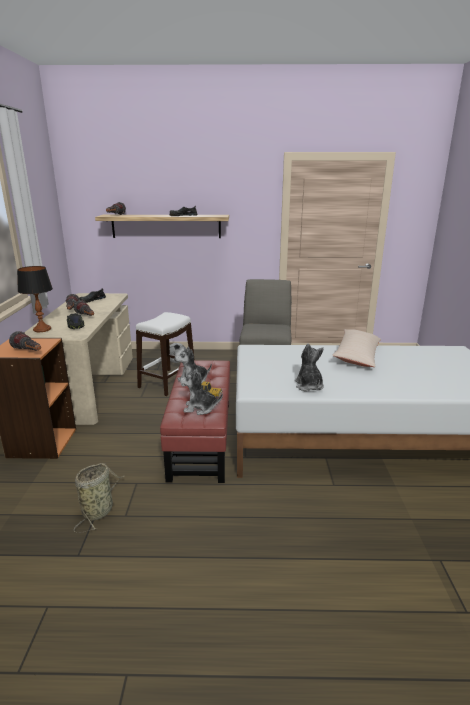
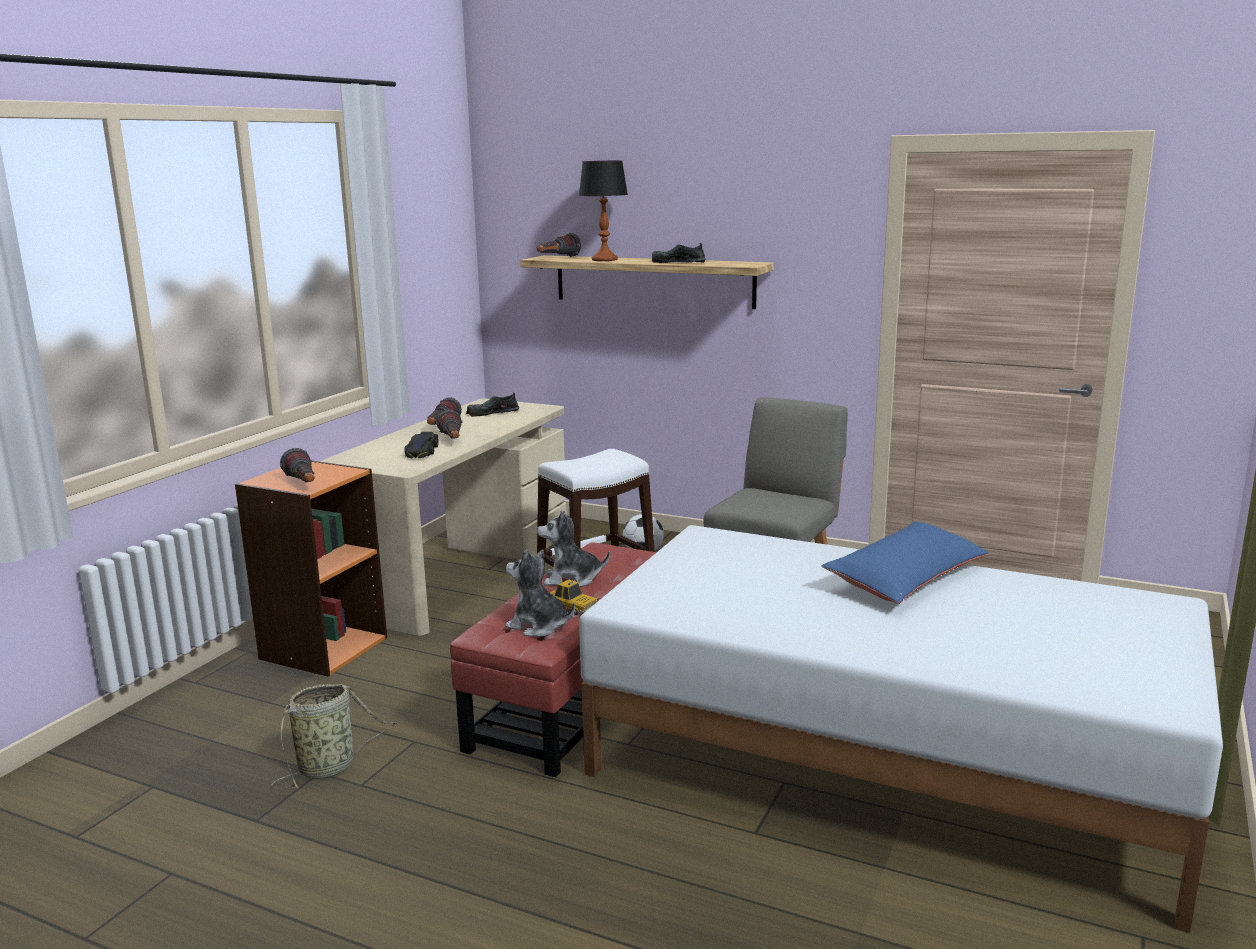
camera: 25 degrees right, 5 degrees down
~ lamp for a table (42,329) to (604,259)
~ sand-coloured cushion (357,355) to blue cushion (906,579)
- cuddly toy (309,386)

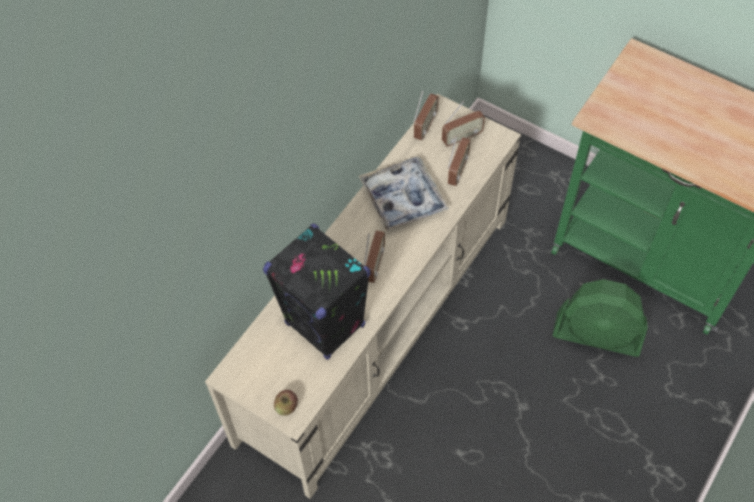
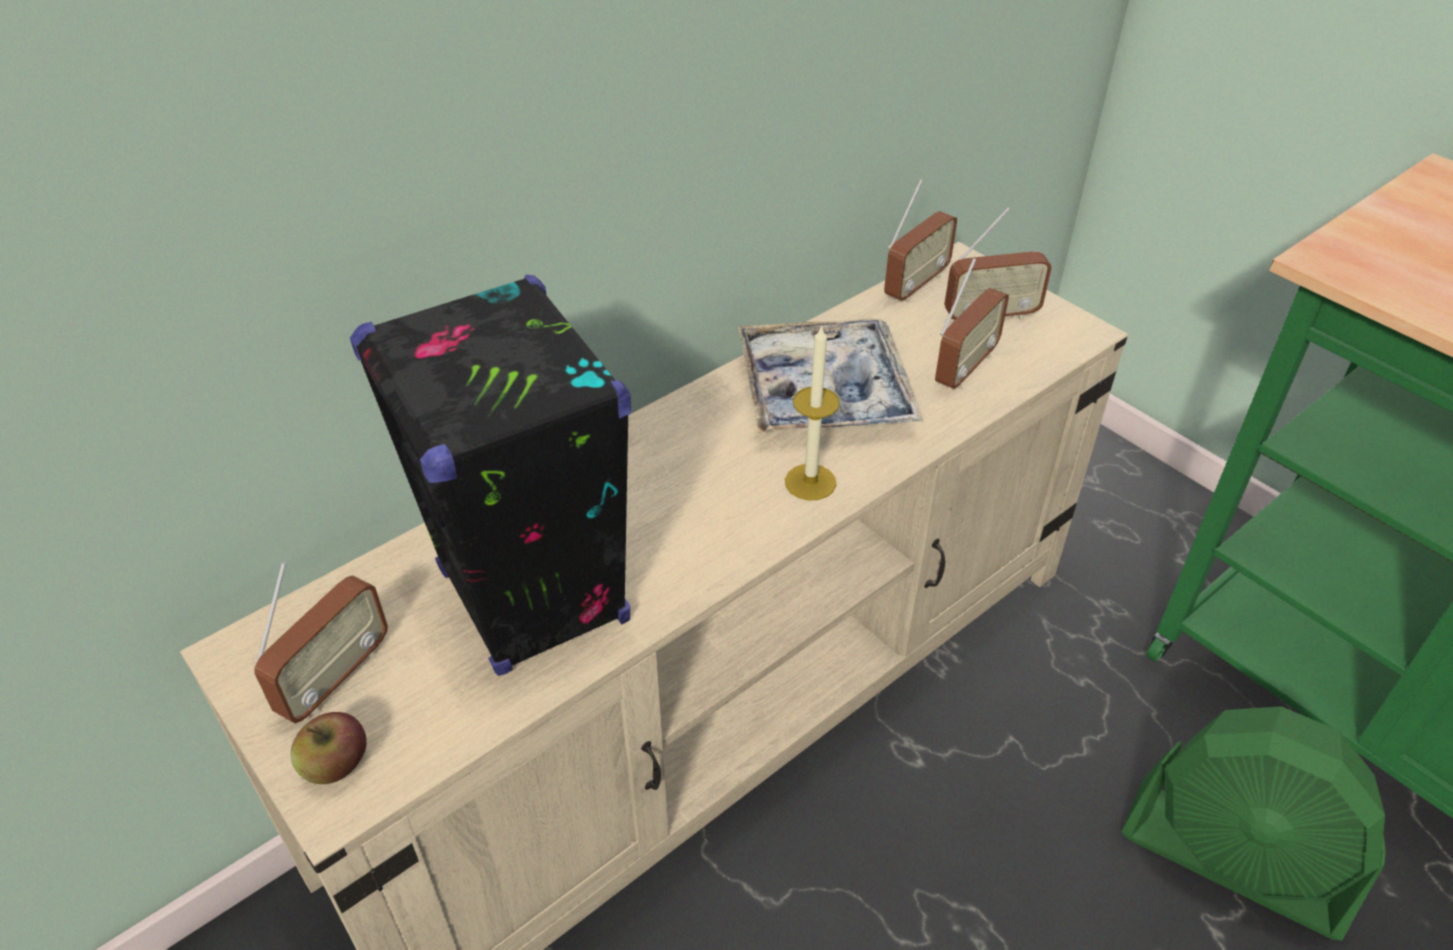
camera: 15 degrees right, 15 degrees down
~ radio set (374,265) to (335,679)
+ wax light (810,482)

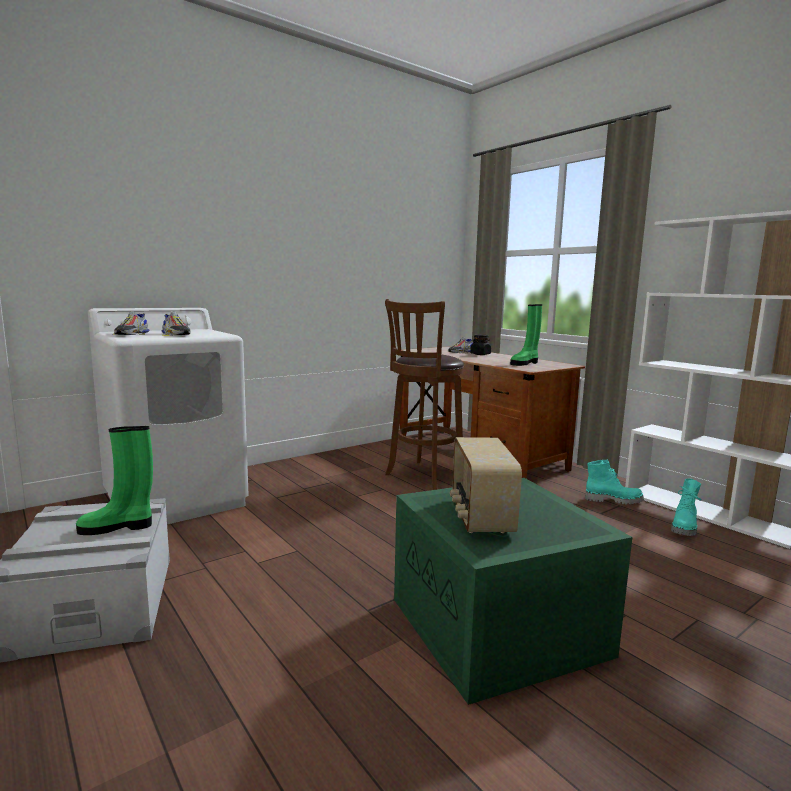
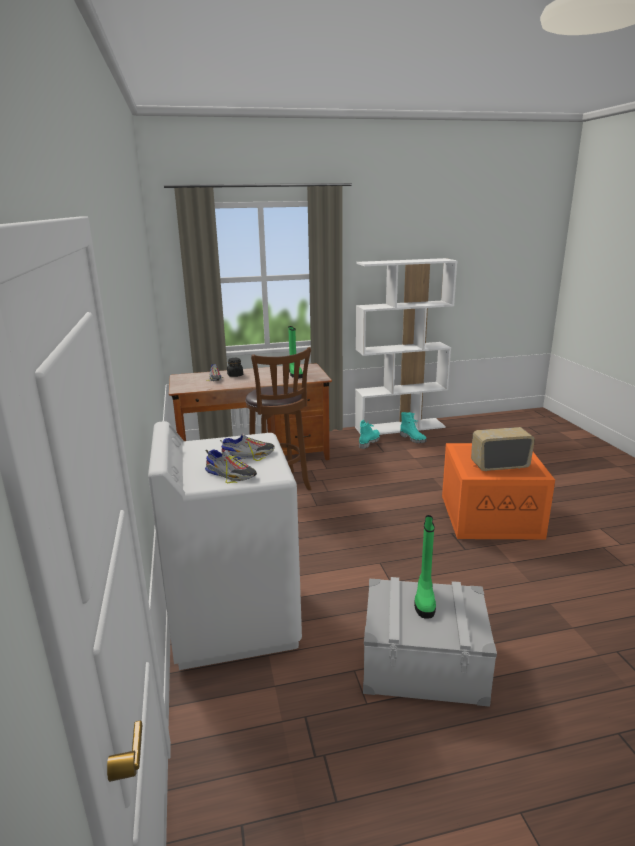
camera: 65 degrees left, 10 degrees up
~ green-coloured storage bin (501,627) to orangey storage bin (491,515)
~ radio set (480,517) = (499,466) 150 degrees clockwise

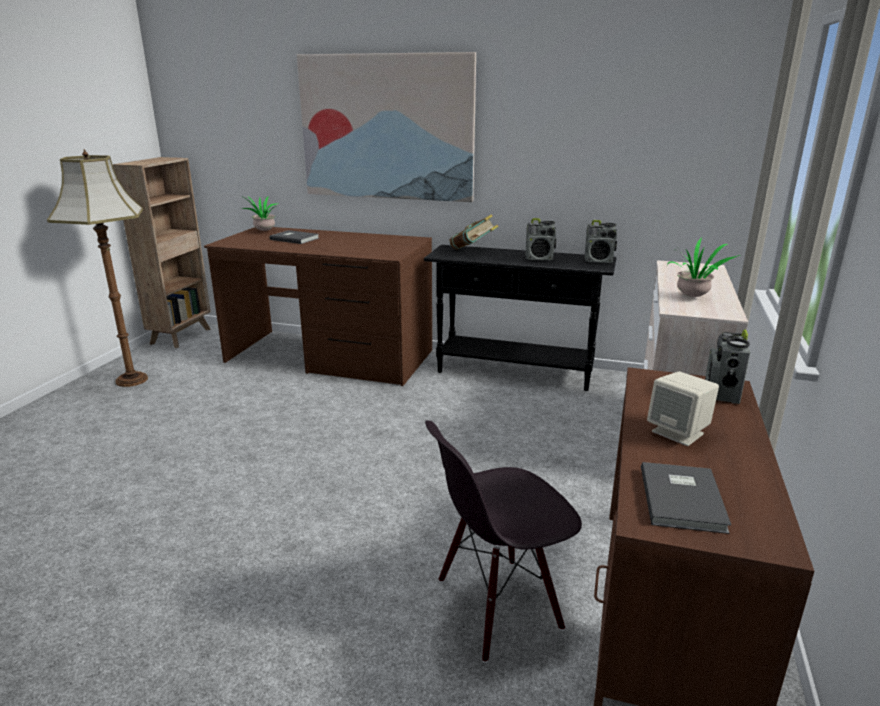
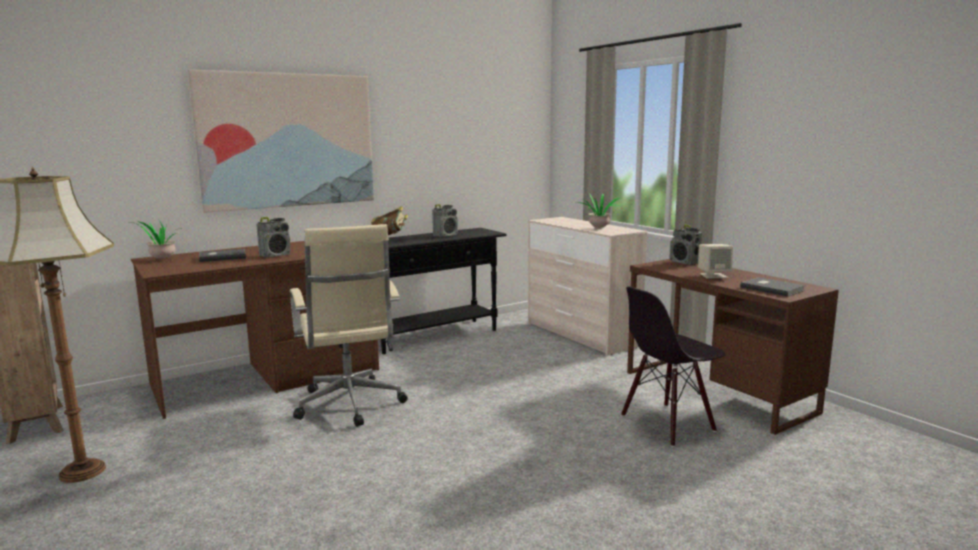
camera: 50 degrees left, 10 degrees down
~ radio set (599,261) to (276,255)
+ sand-coloured office chair (350,406)
~ black-coloured chair (498,606) = (667,424) 45 degrees clockwise

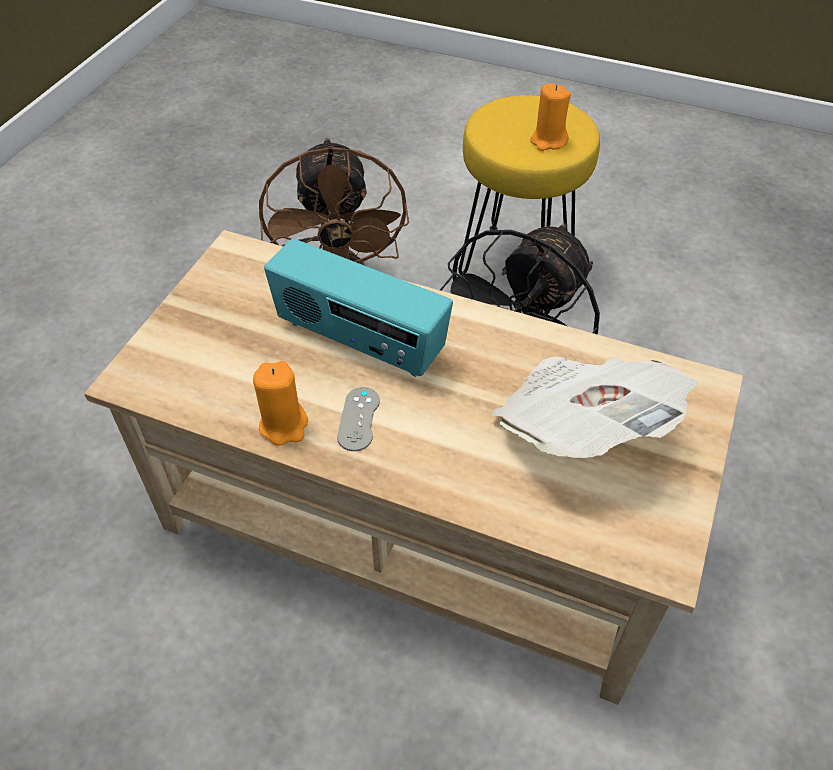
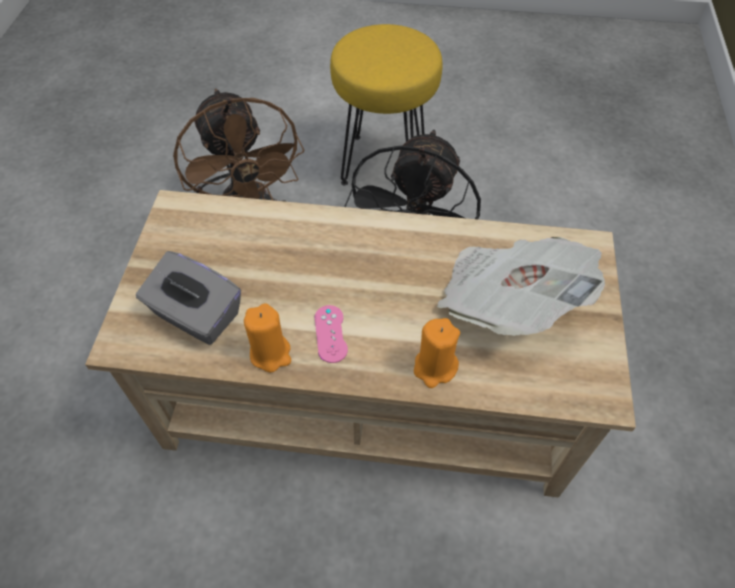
camera: 15 degrees left, 5 degrees up
+ greyish box of tissues (196,316)
~ greyish joypad (359,419) to pink joypad (331,334)
~ orangey wax light (548,141) to (434,367)
- radio set (359,341)

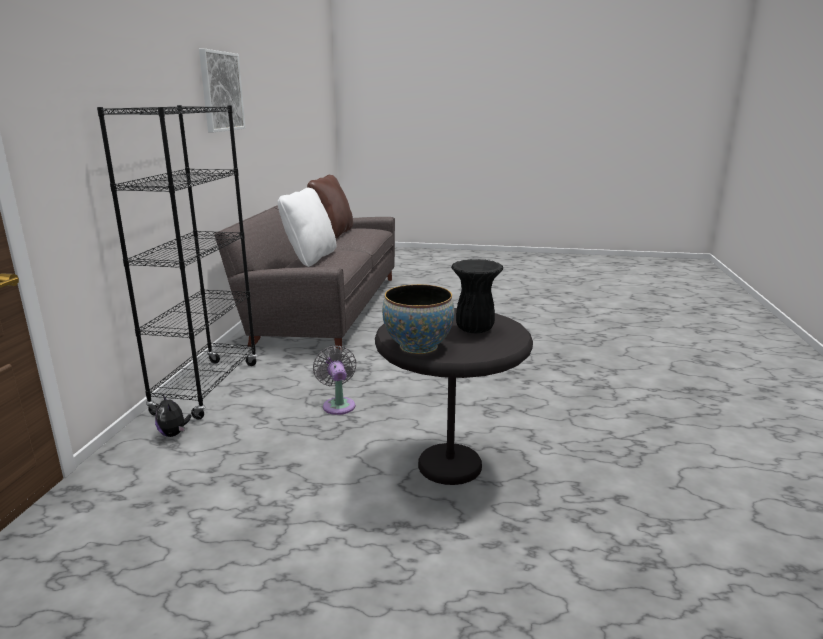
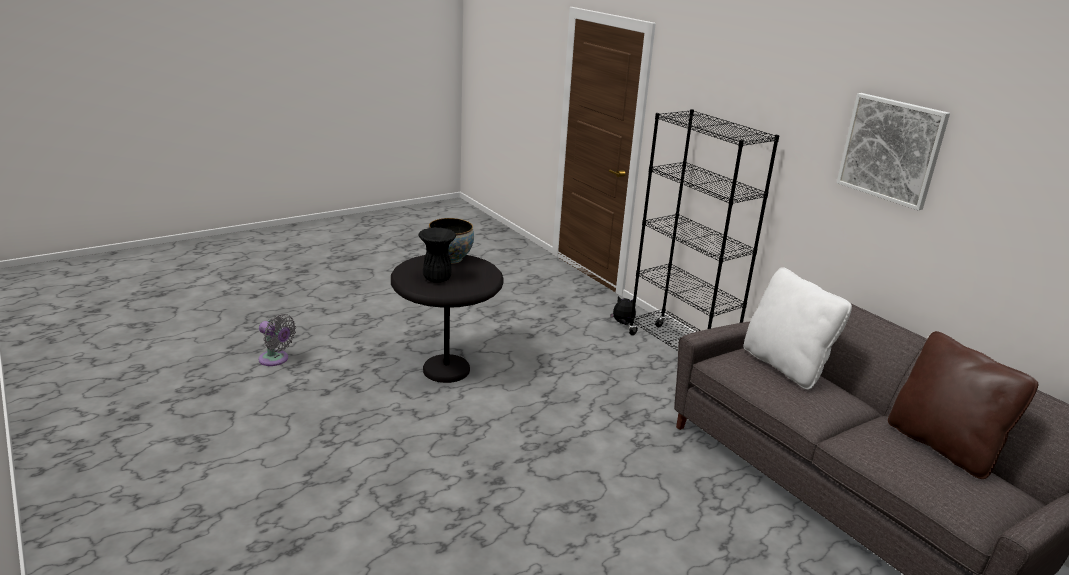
camera: 135 degrees right, 5 degrees up
~ greyish cooling fan (338,404) to (276,360)

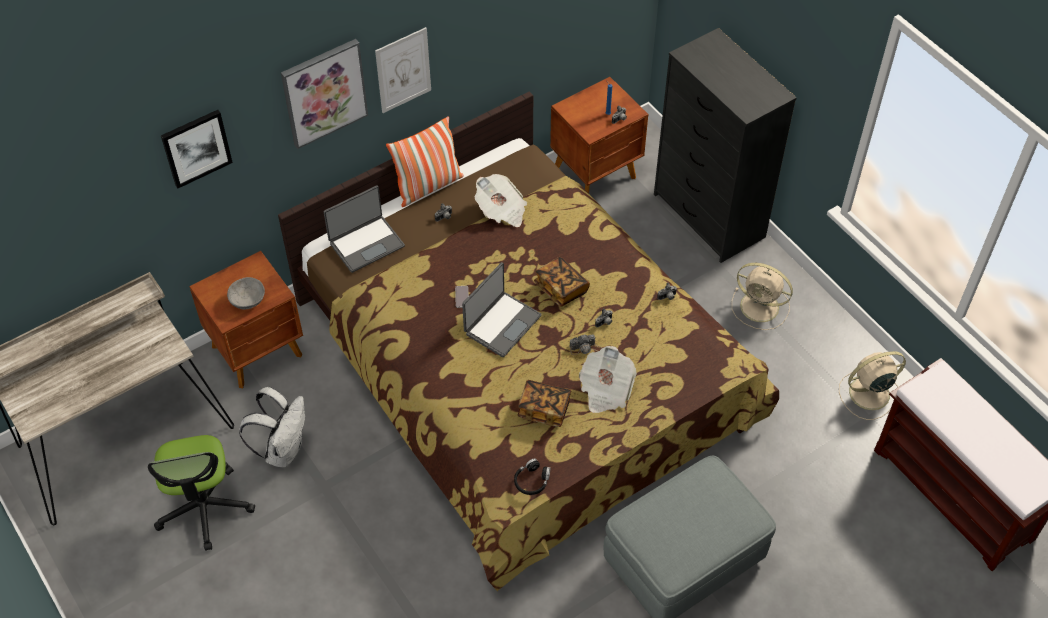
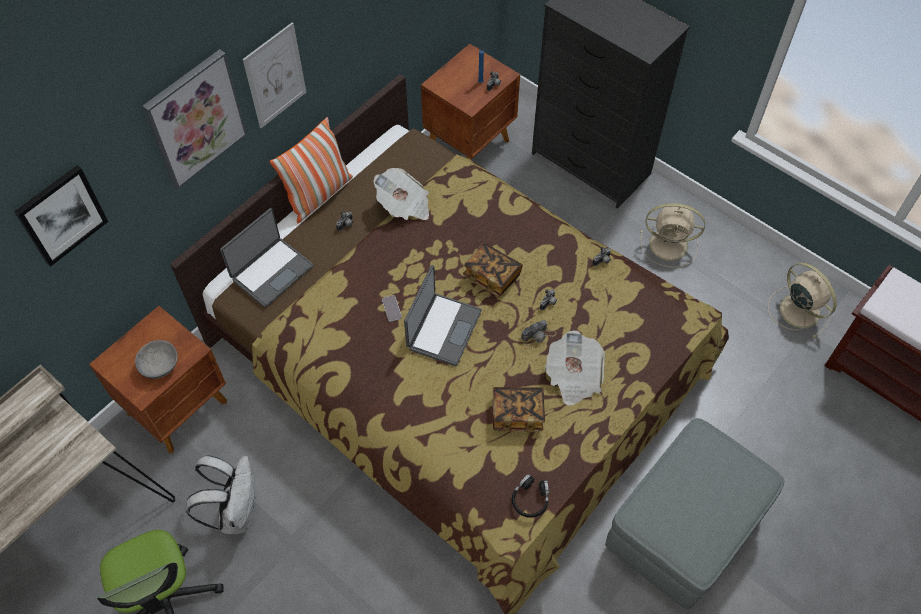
camera: 15 degrees left, 5 degrees up
~ sand-coloured cooling fan (867,393) = (798,309) 90 degrees clockwise

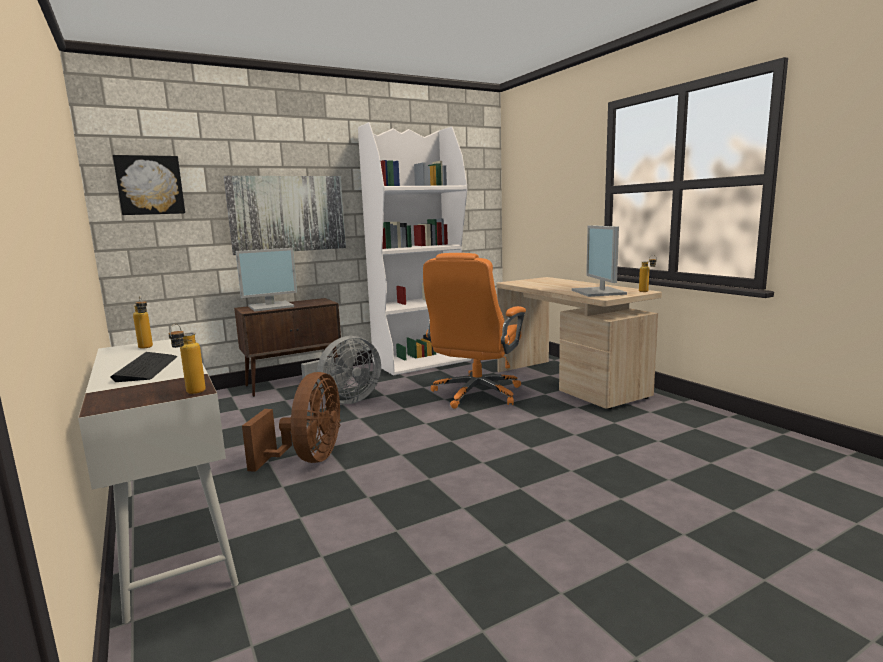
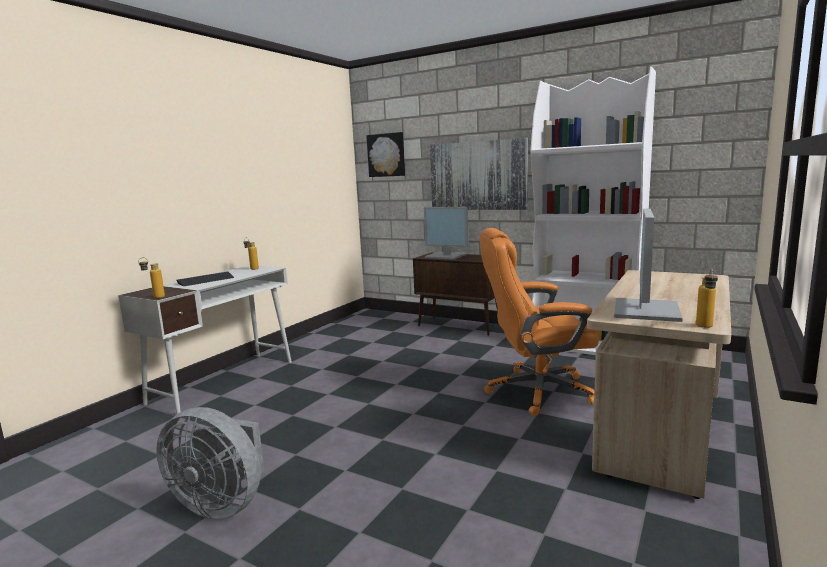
camera: 60 degrees right, 0 degrees up
~ greyish cooling fan (345,401) to (222,504)
~ computer screen (599,292) = (645,310) 150 degrees clockwise
- brown-coloured cooling fan (308,459)

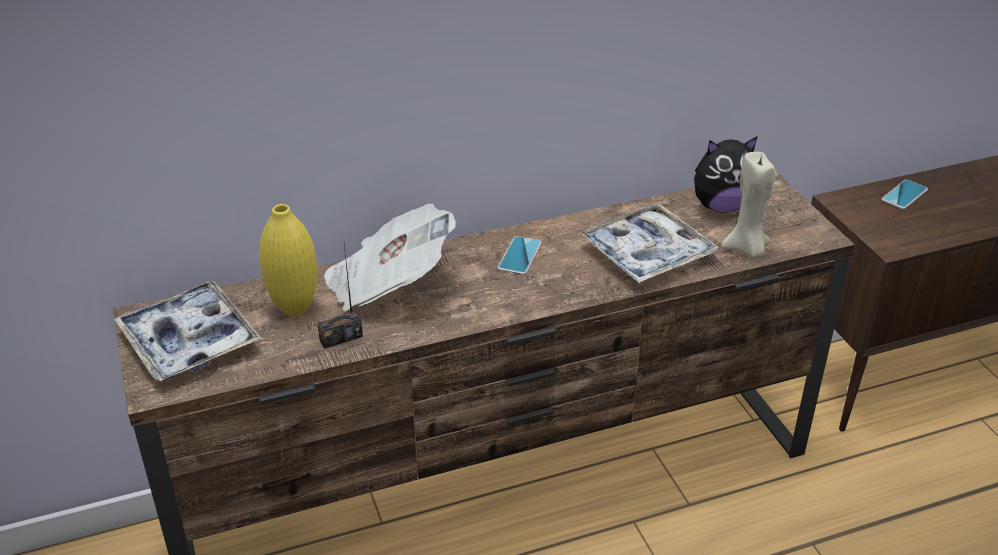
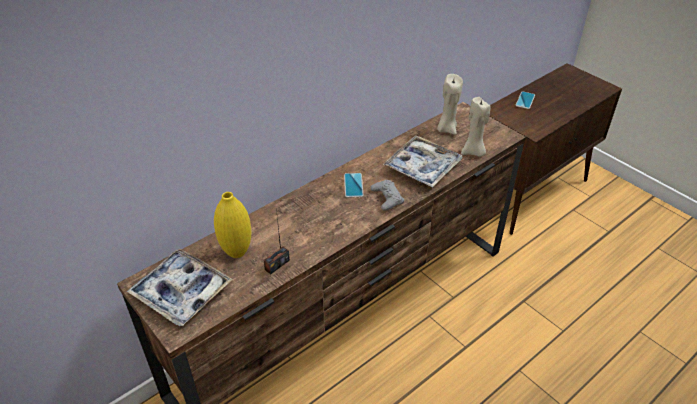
camera: 20 degrees left, 5 degrees up
+ greyish joypad (387,198)
~ cuddly toy (721,206) to sand-coloured wax light (446,129)
- printed paper (388,284)

